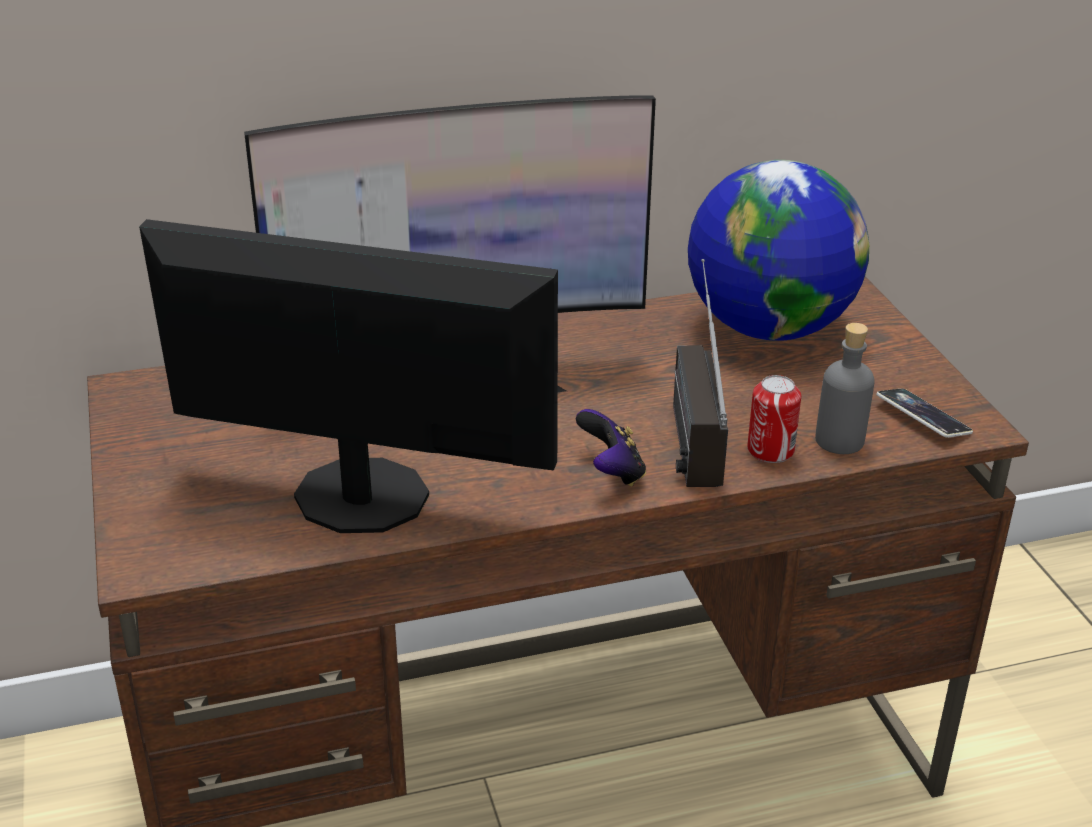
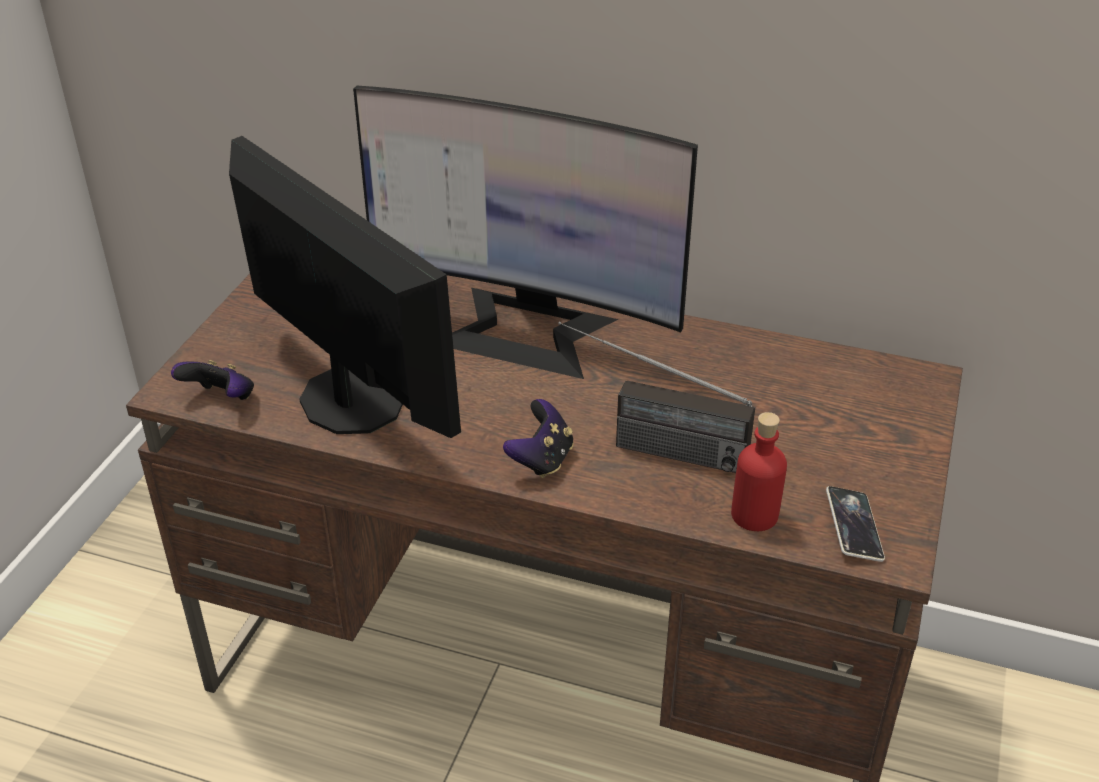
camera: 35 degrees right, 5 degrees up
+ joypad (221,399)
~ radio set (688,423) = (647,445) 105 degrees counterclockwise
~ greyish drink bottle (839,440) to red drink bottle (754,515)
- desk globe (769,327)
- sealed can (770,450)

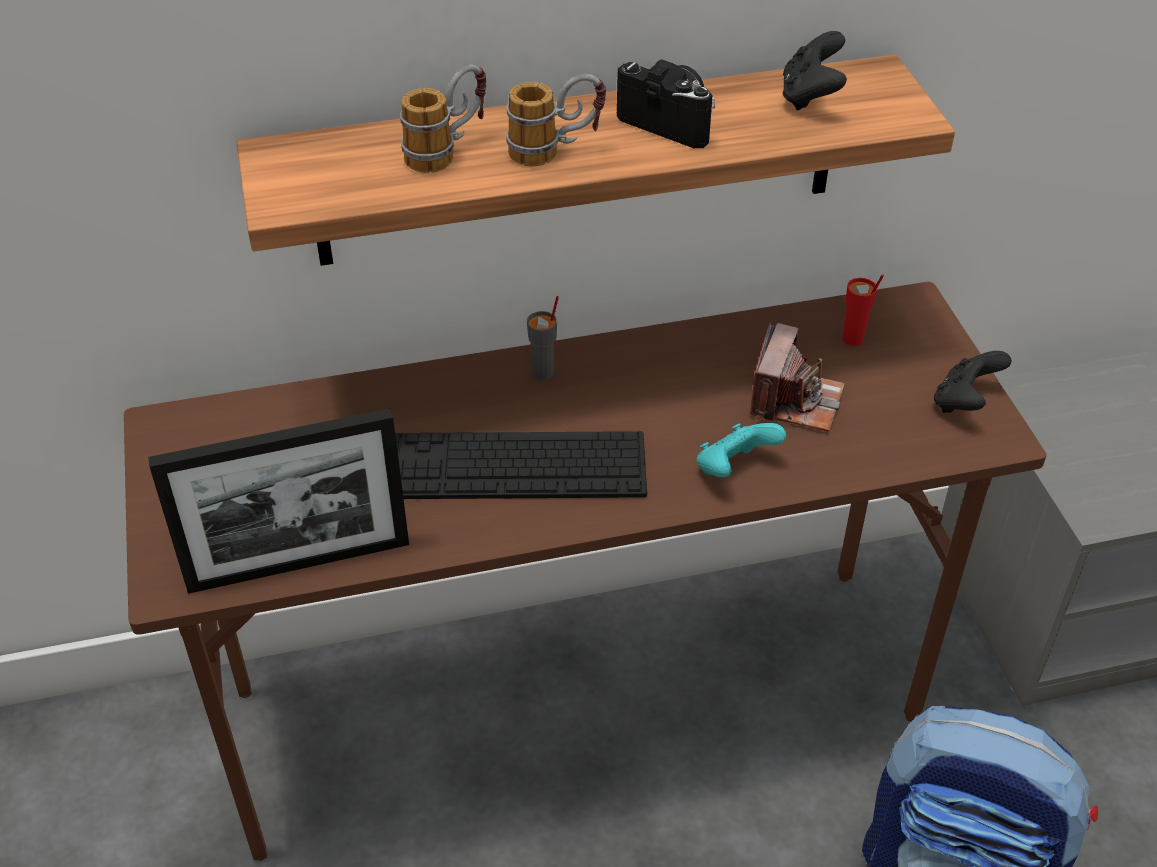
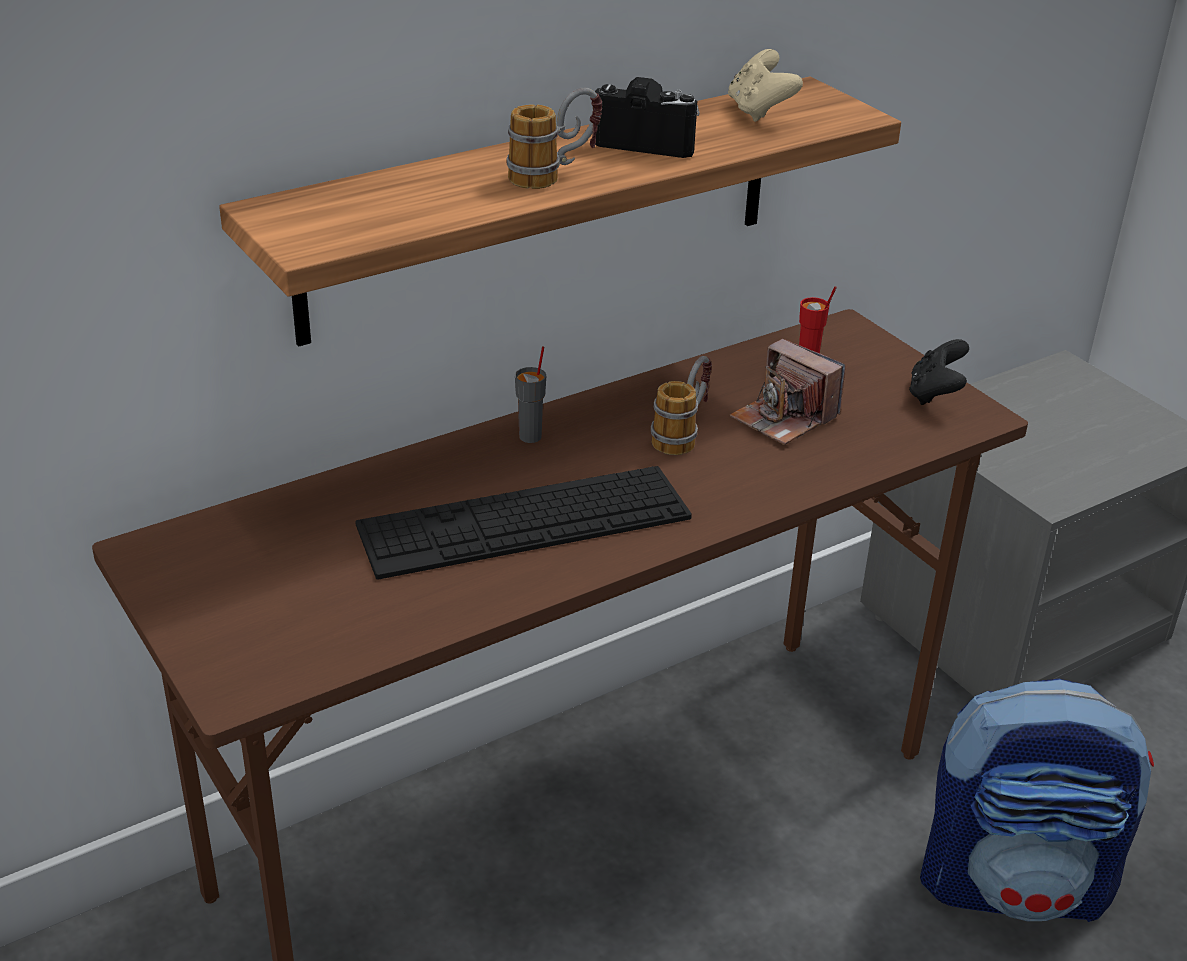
camera: 20 degrees left, 10 degrees down
~ coffee mug (448,151) to (683,434)
~ black-coloured joypad (810,97) to sand-coloured joypad (759,111)
~ photo camera (794,400) = (784,418) 135 degrees clockwise
- standing frame (299,564)
- turquoise-coloured joypad (734,469)

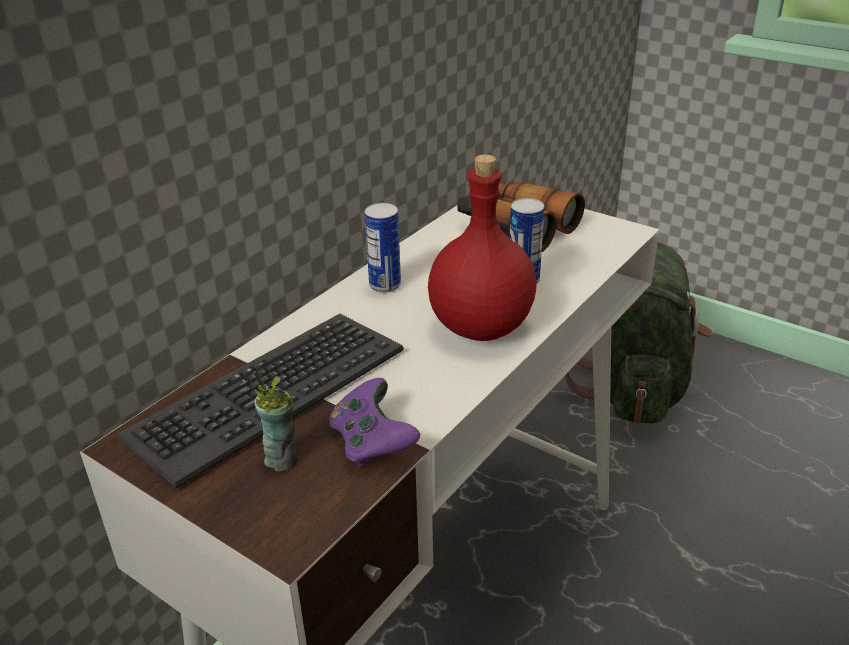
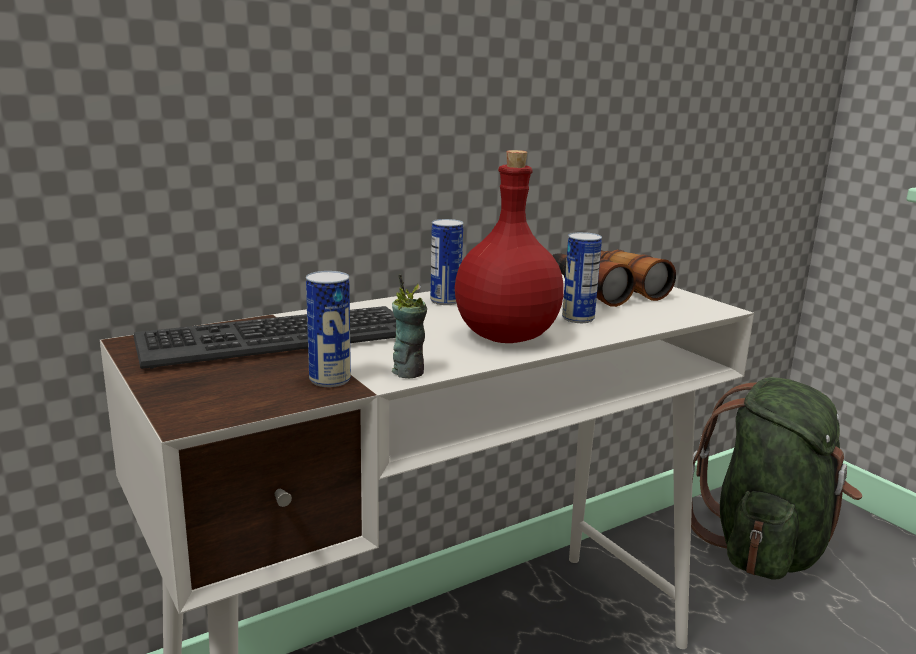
camera: 20 degrees right, 15 degrees down
~ purple joypad (372,442) to sealed can (330,380)
~ drinking cup (282,459) to (408,372)

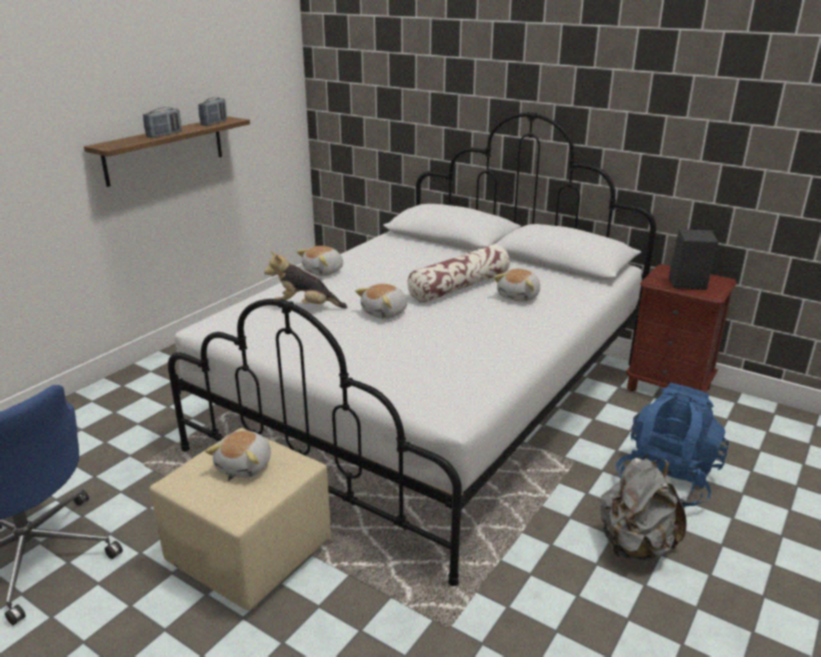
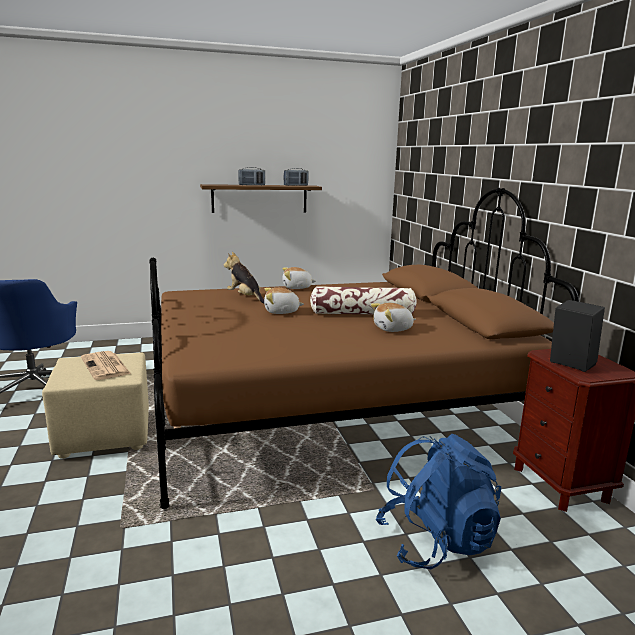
camera: 40 degrees right, 10 degrees down
~ cuddly toy (246,466) to printed paper (106,366)
~ white bedroom bed (431,404) to brown-coloured bedroom bed (332,412)
- greyish backpack (634,545)

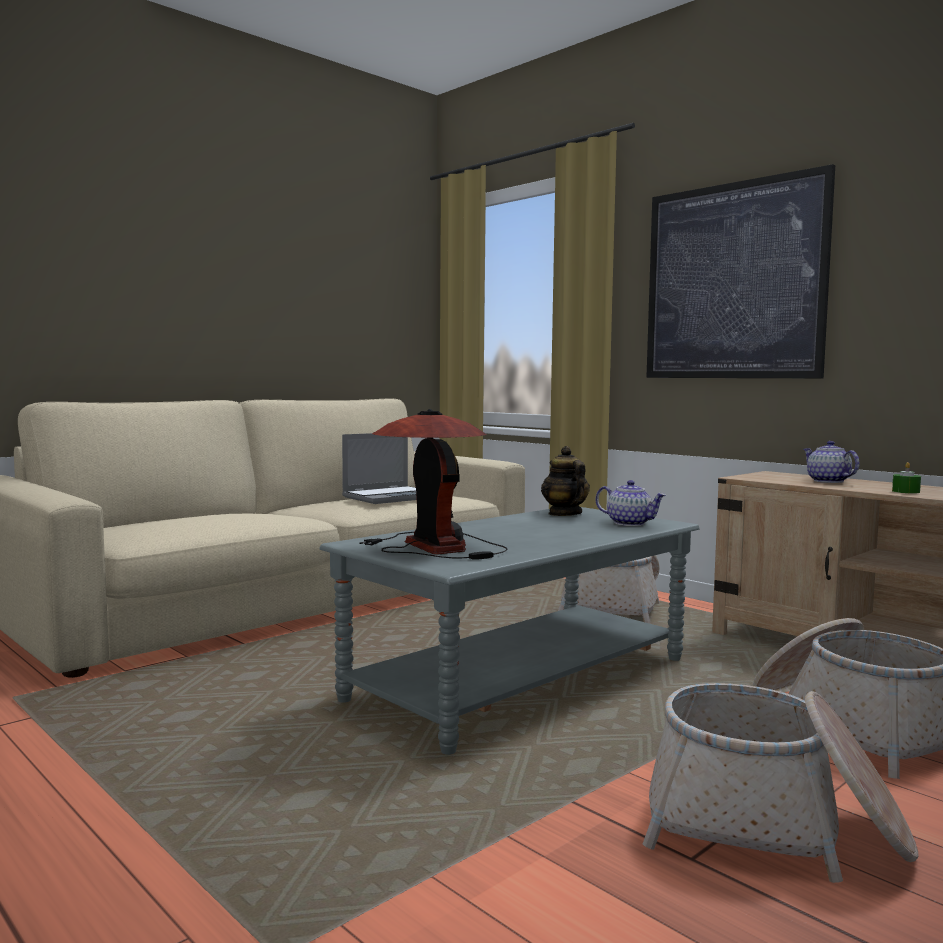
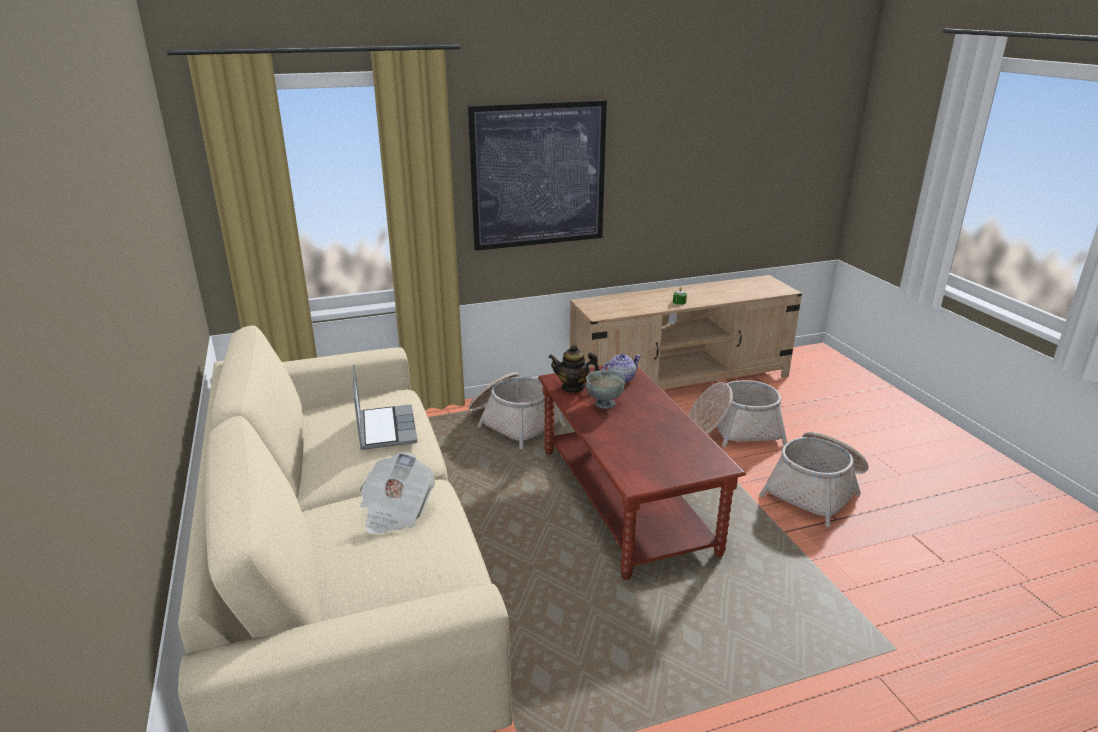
camera: 65 degrees left, 20 degrees up
+ printed paper (396,511)
~ greyish low table (522,679) to brown-coloured low table (625,499)
+ greyish deep dish (604,404)
- lamp for a table (435,546)
- tea pot (827,481)

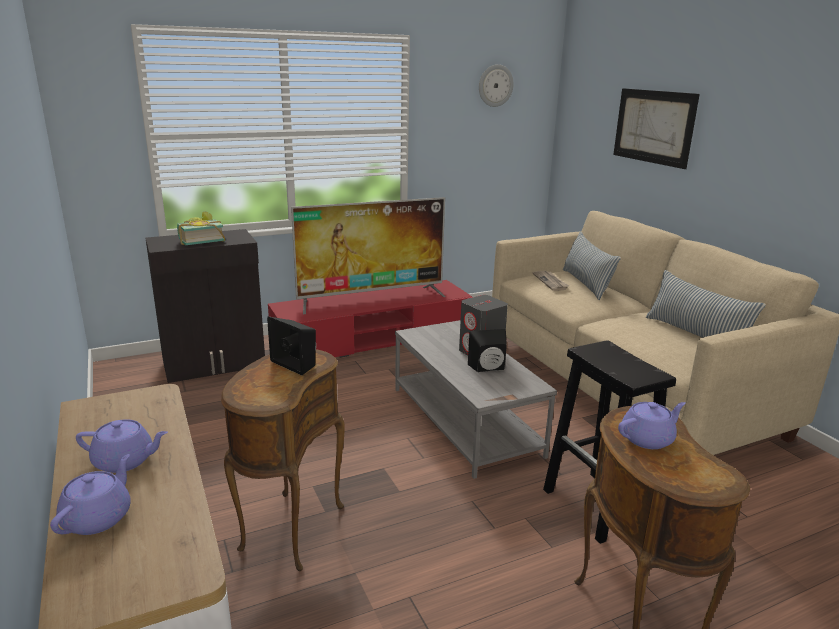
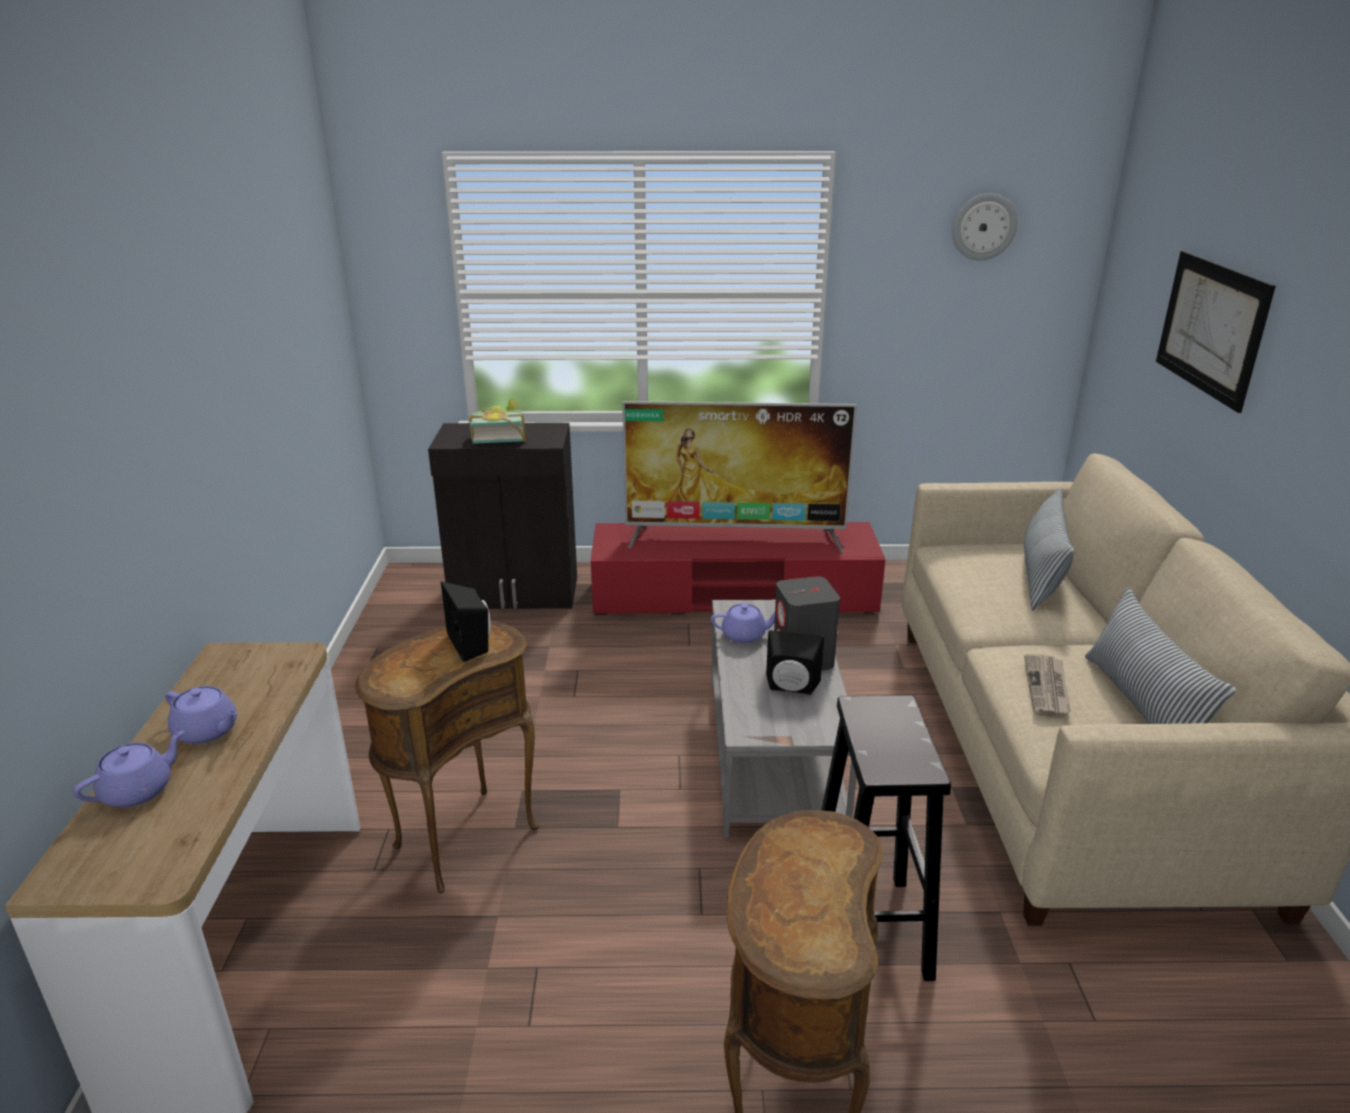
camera: 25 degrees right, 5 degrees up
~ purple tea pot (648,439) to (745,635)
~ printed paper (551,282) to (1047,688)

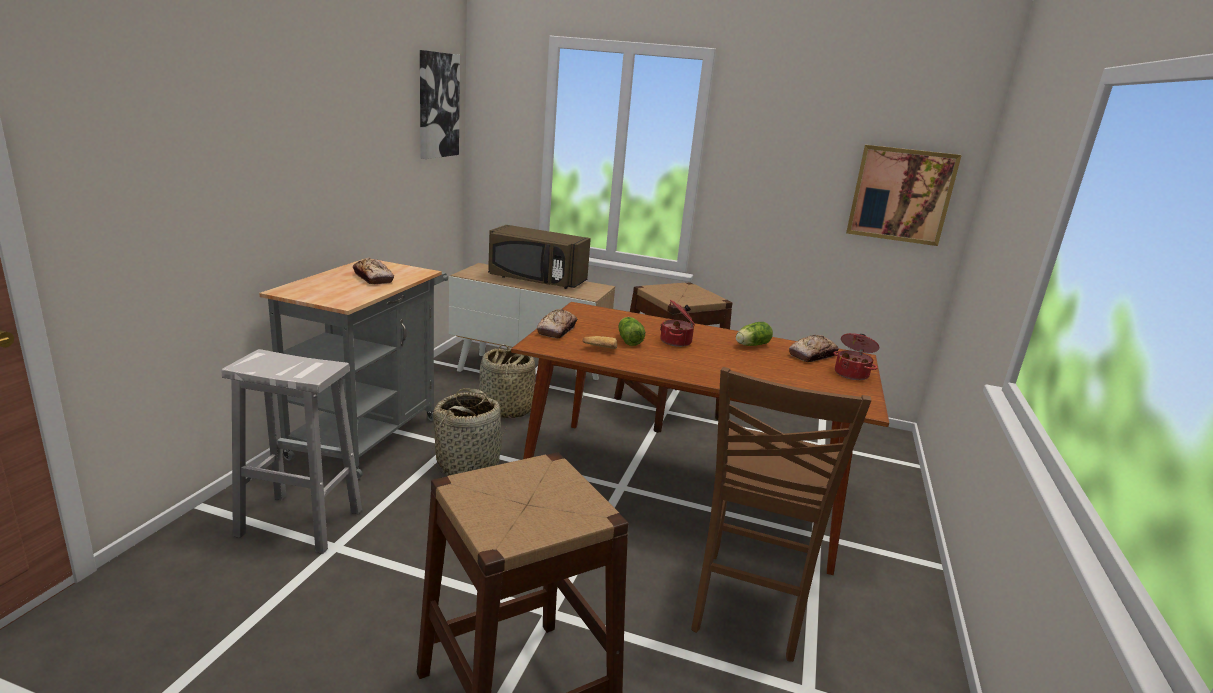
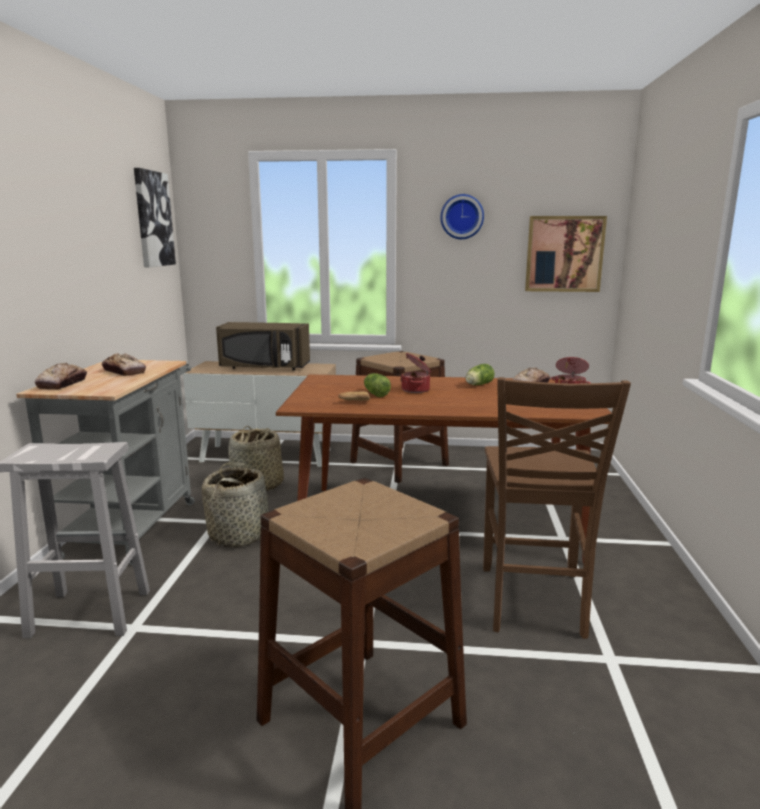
camera: 10 degrees left, 5 degrees down
~ bread (557,330) to (62,384)
+ hanging clock (462,217)

